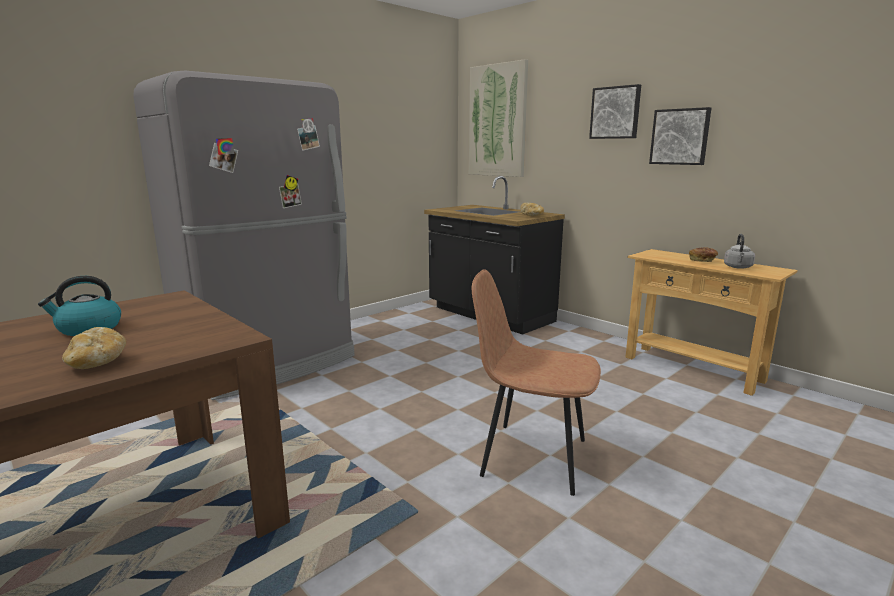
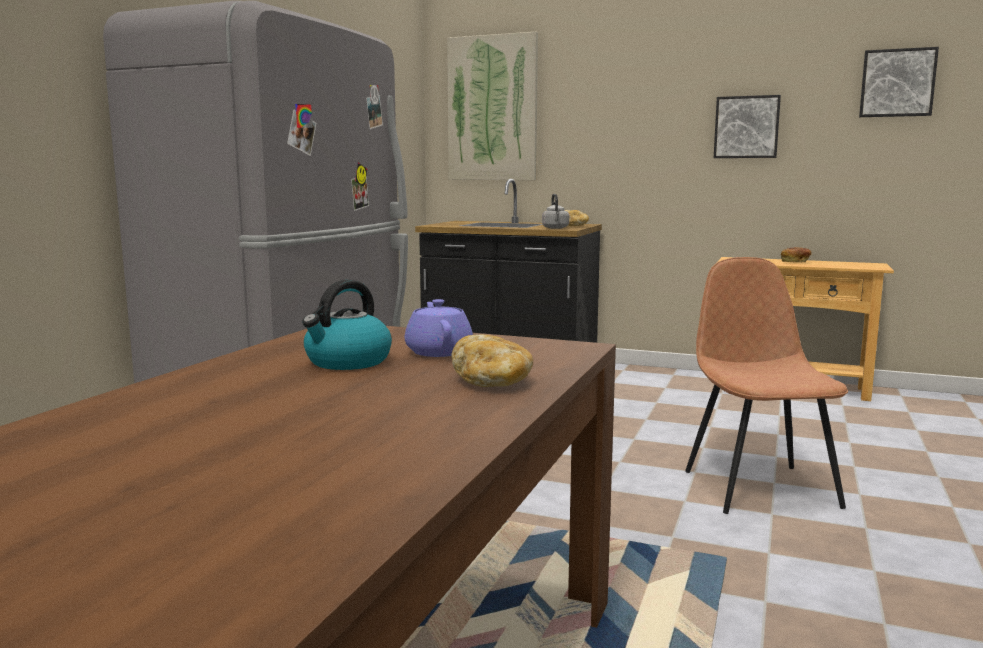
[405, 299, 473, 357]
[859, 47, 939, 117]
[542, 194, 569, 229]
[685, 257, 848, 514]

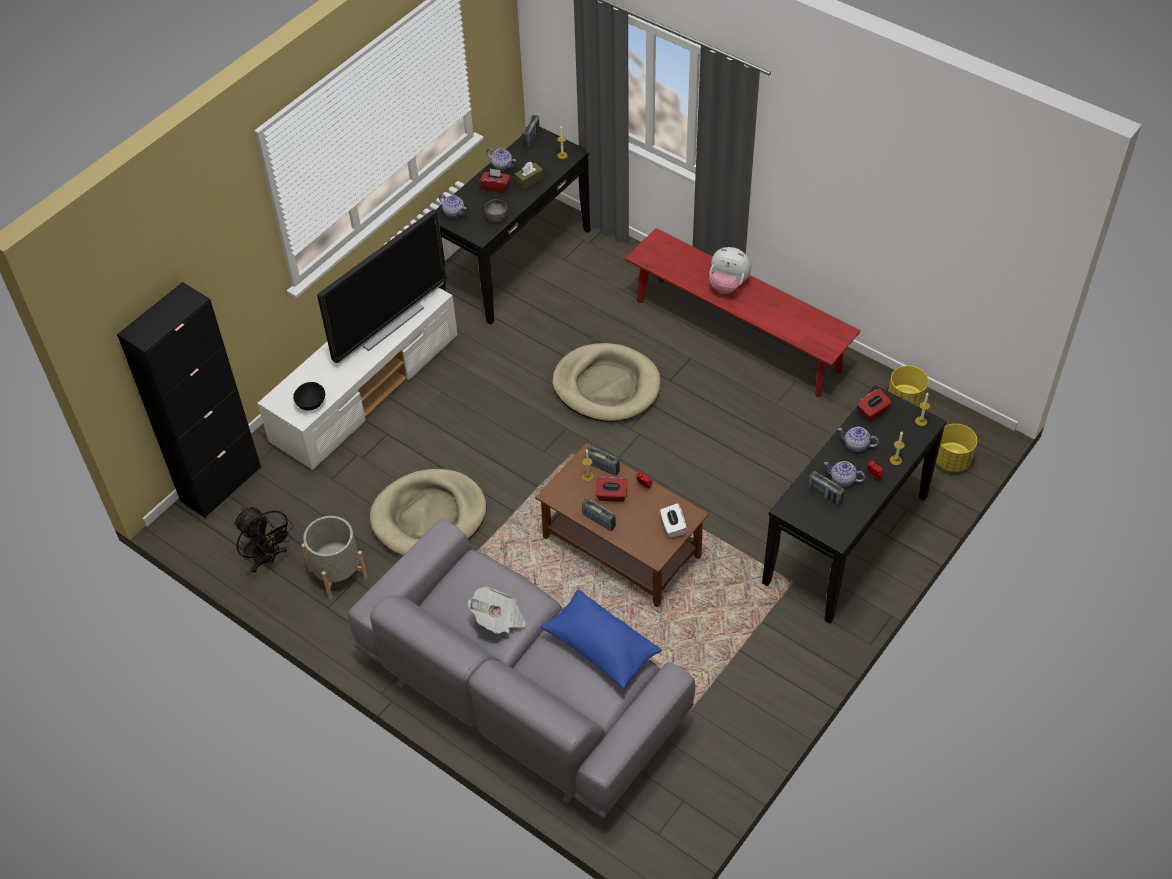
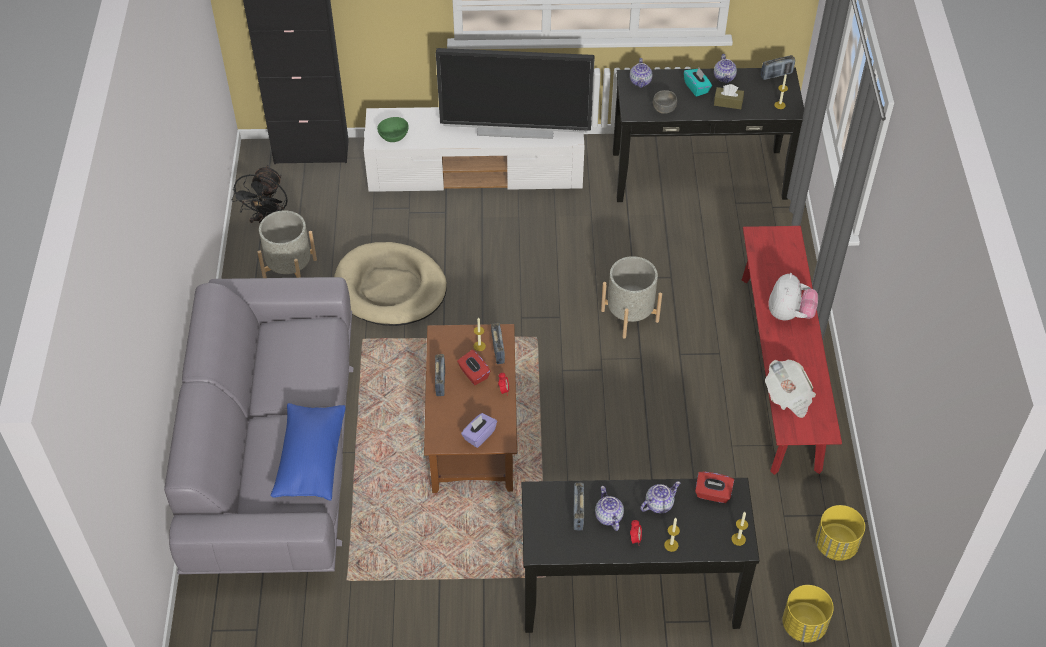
[765, 360, 816, 418]
[601, 256, 662, 339]
[377, 117, 409, 142]
[684, 68, 712, 97]
[461, 413, 497, 448]
[768, 273, 818, 320]
[640, 481, 680, 513]

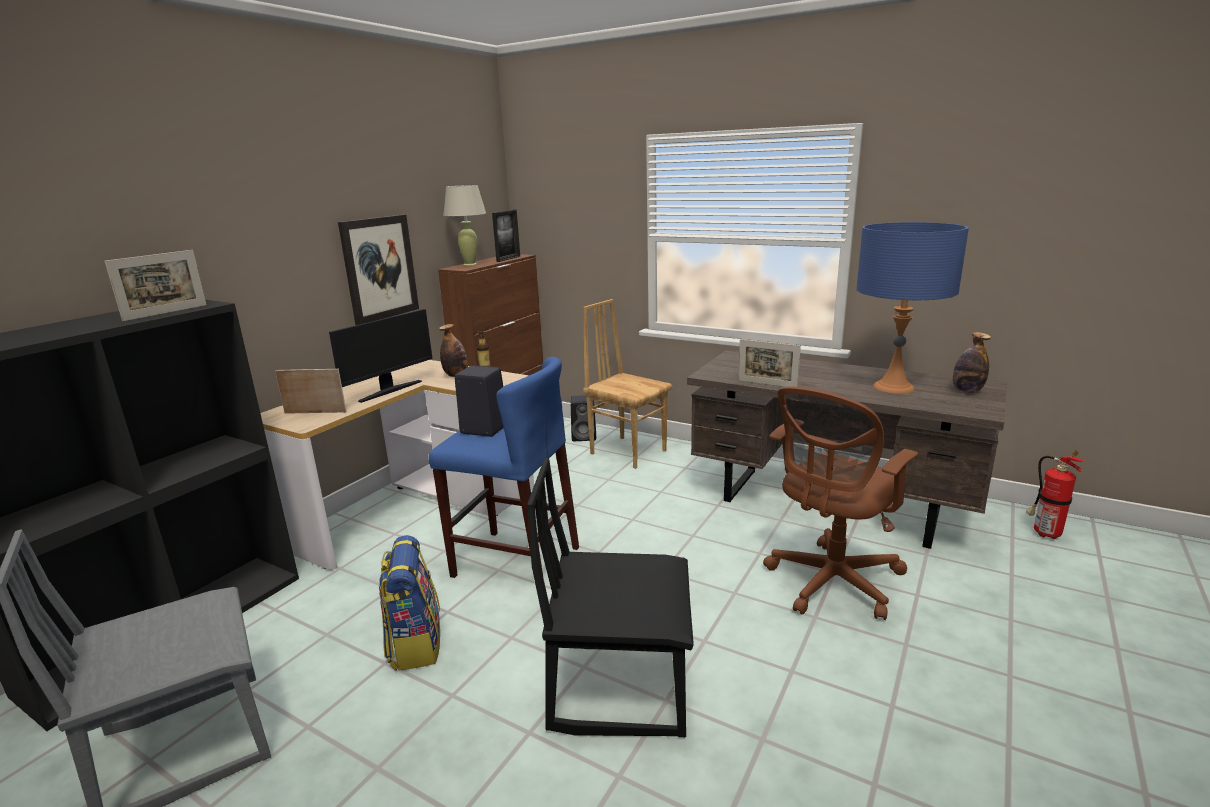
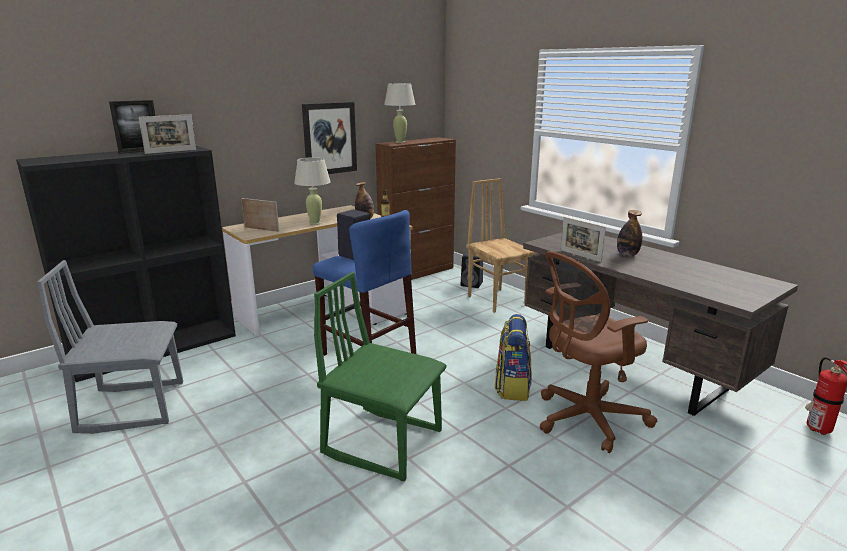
[856, 222, 969, 394] (first image)
[495, 314, 532, 401]
[109, 100, 155, 154]
[617, 210, 642, 256]
[294, 157, 331, 225]
[314, 272, 447, 482]

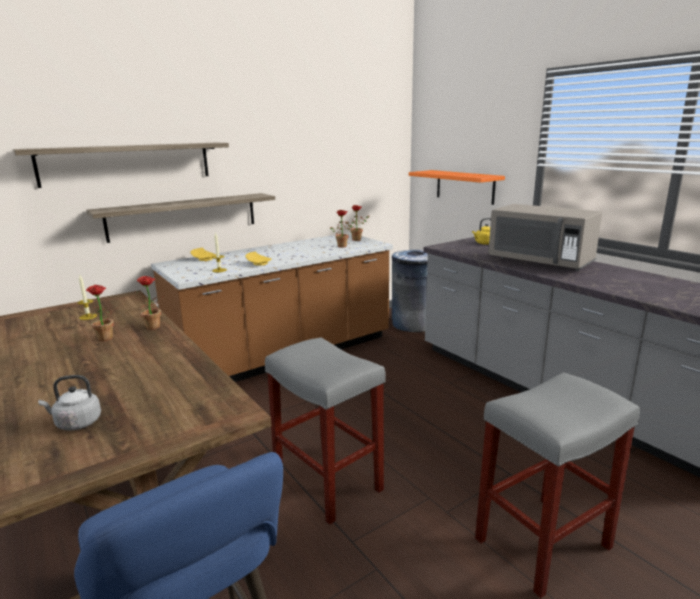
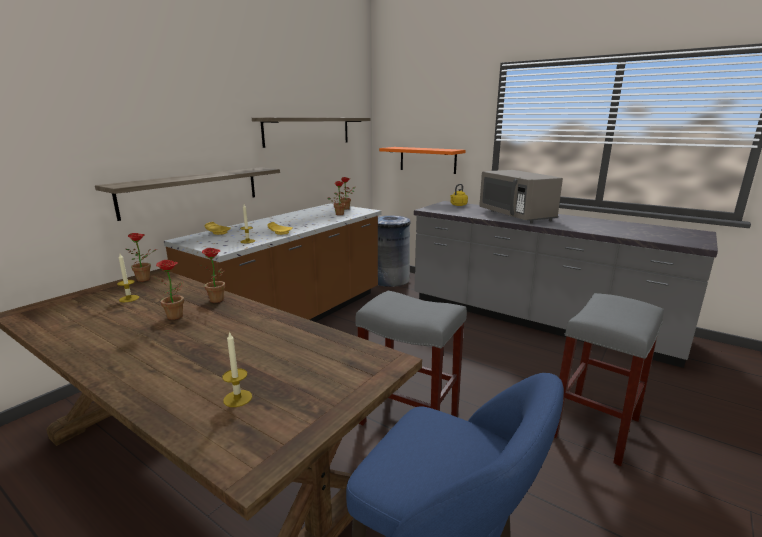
[126, 233, 157, 282]
[252, 118, 370, 148]
[222, 331, 252, 407]
[479, 170, 563, 223]

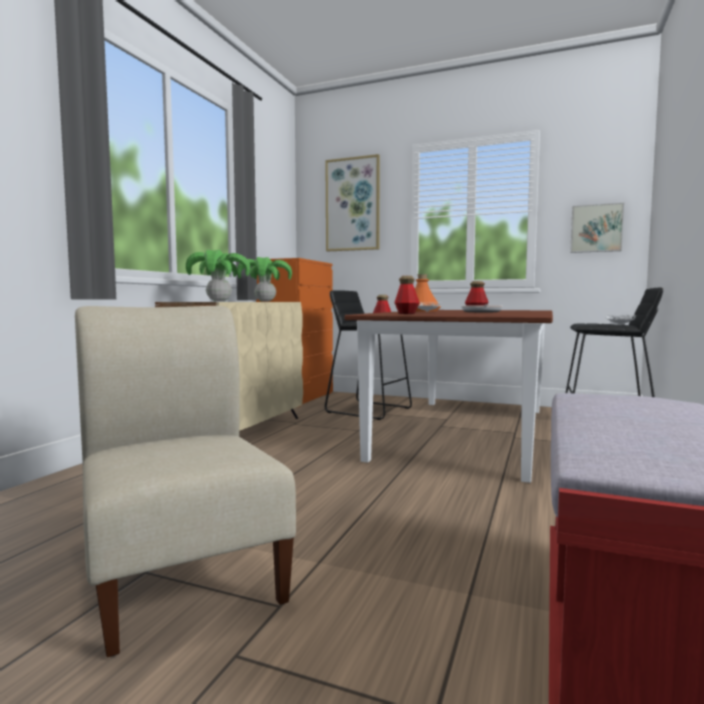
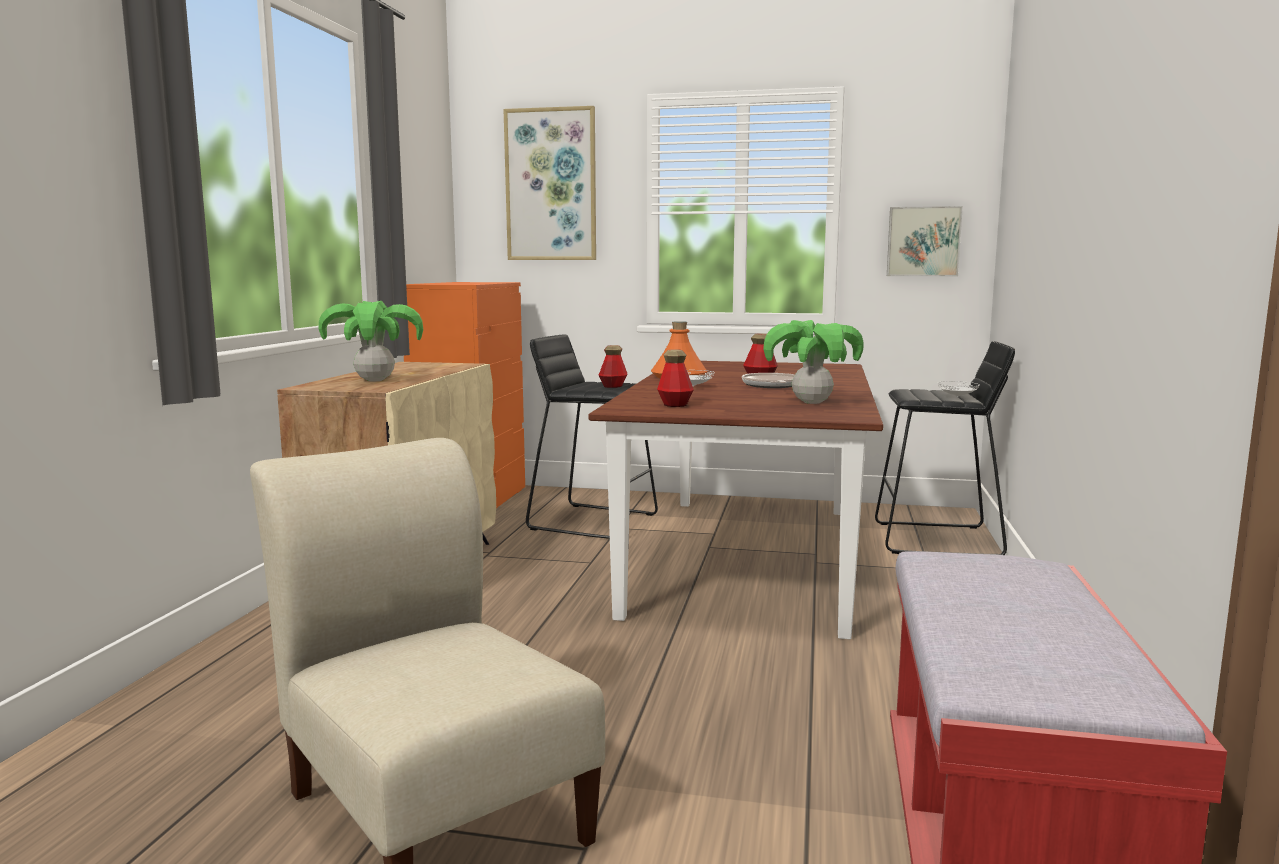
[763, 320, 863, 404]

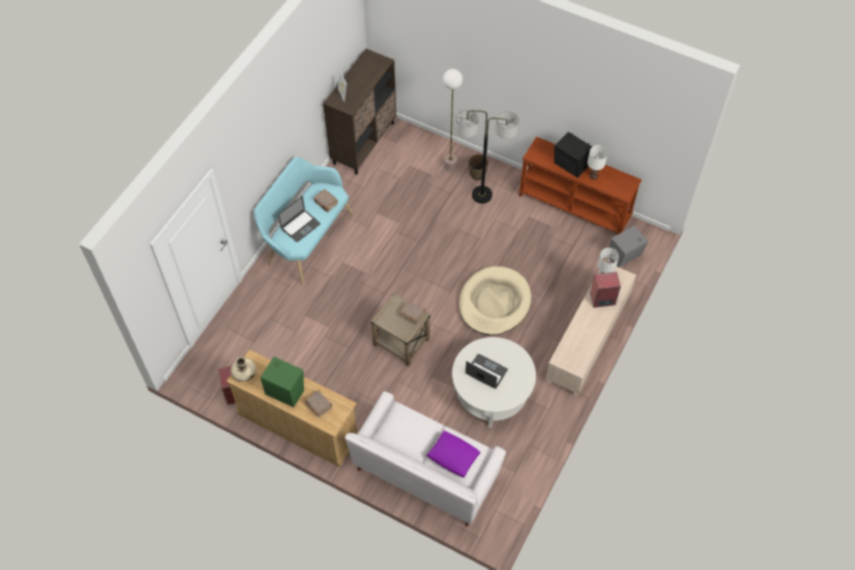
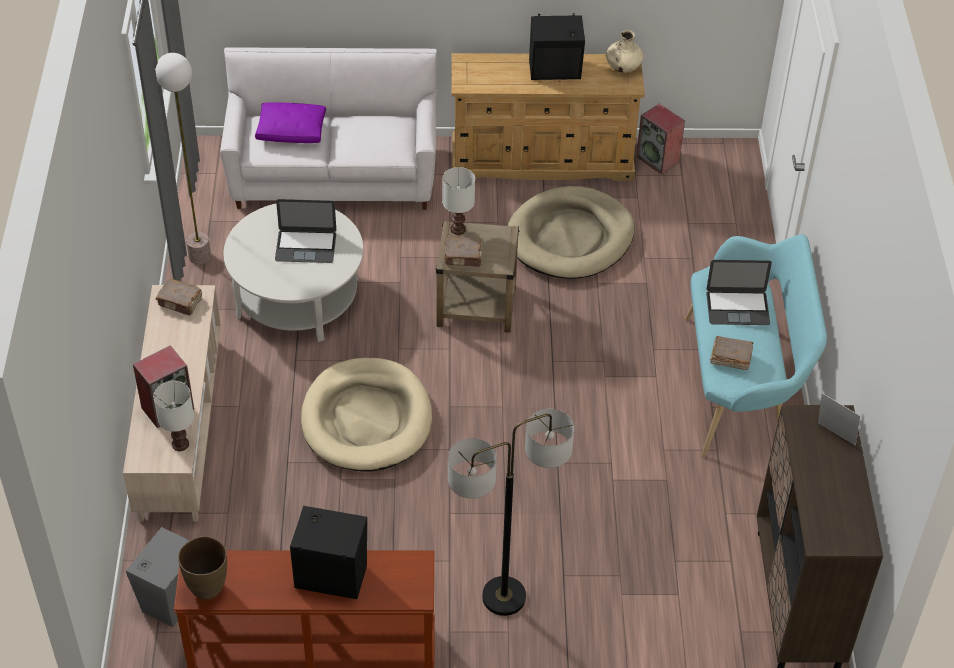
[507, 186, 635, 279]
[156, 279, 202, 316]
[155, 53, 211, 265]
[178, 536, 227, 600]
[442, 167, 475, 235]
[529, 13, 585, 80]
[706, 260, 772, 325]

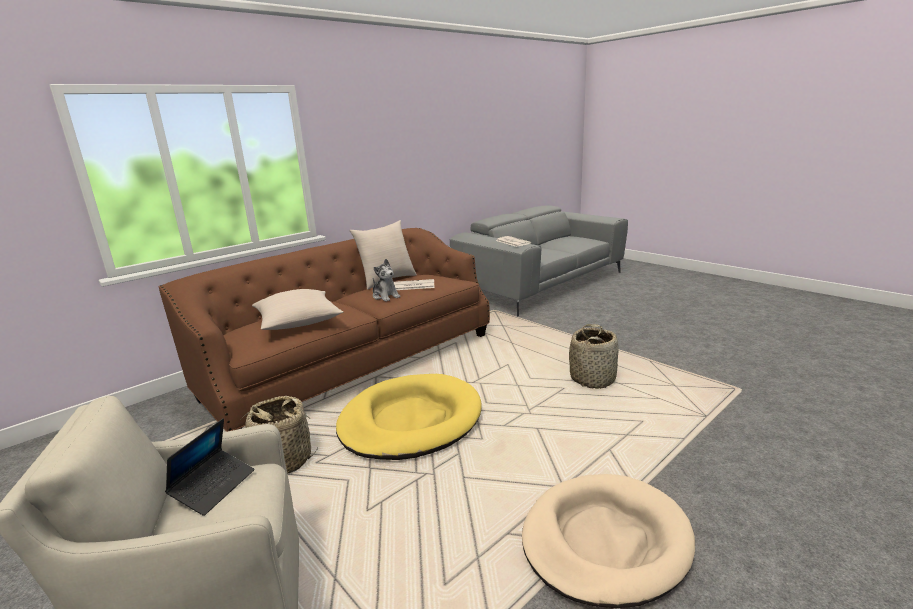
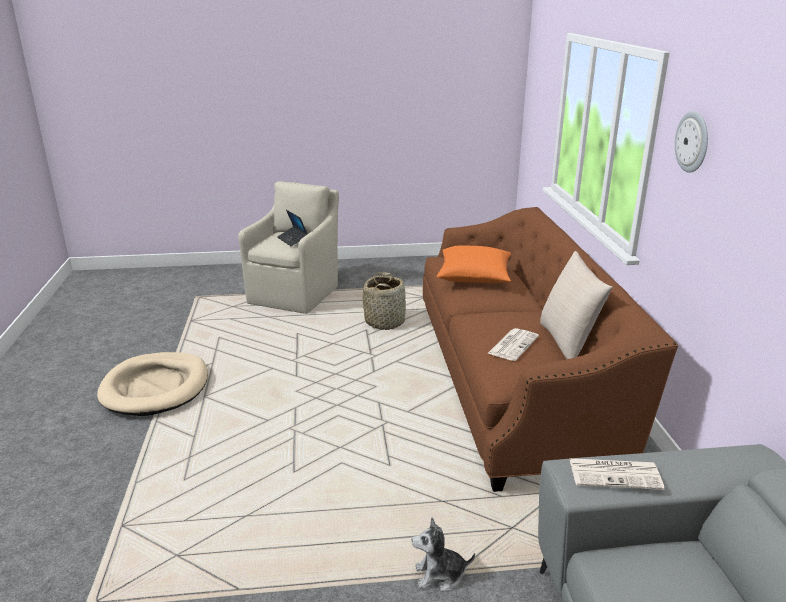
[336, 374, 482, 460] (first image)
[569, 324, 619, 389] (first image)
[675, 111, 708, 173]
[412, 518, 475, 592]
[436, 246, 511, 283]

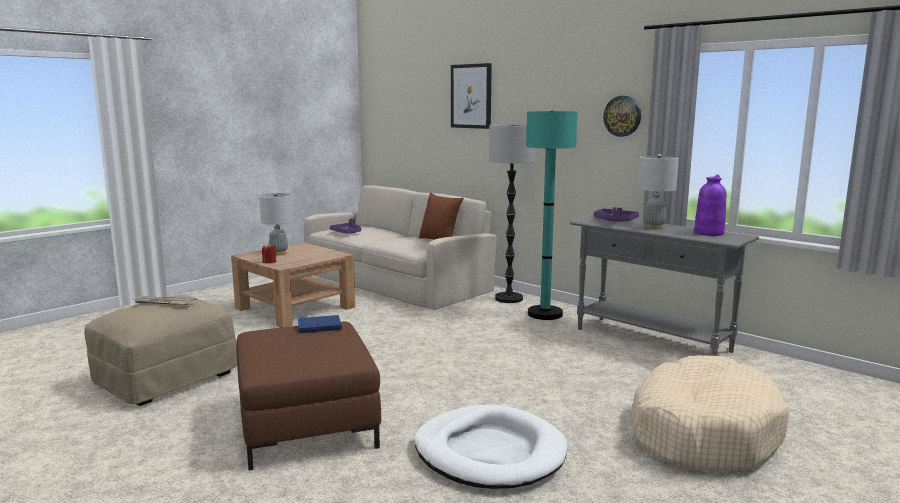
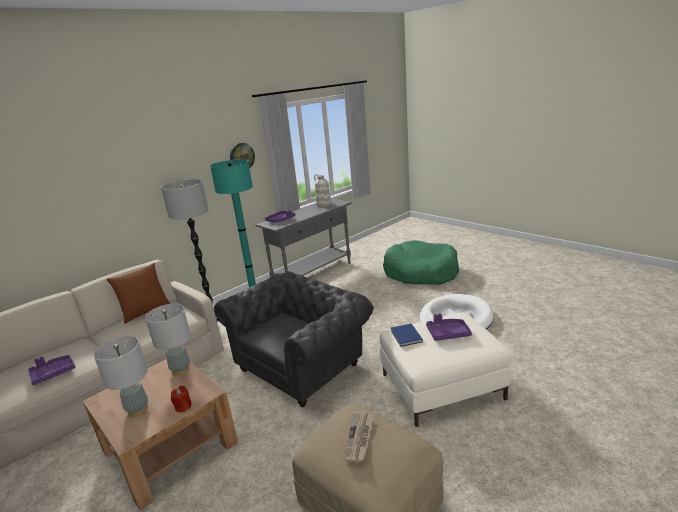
[451, 63, 492, 129] (first image)
[214, 271, 374, 407]
[426, 314, 472, 341]
[145, 304, 191, 375]
[380, 312, 512, 427]
[383, 240, 459, 285]
[314, 174, 331, 207]

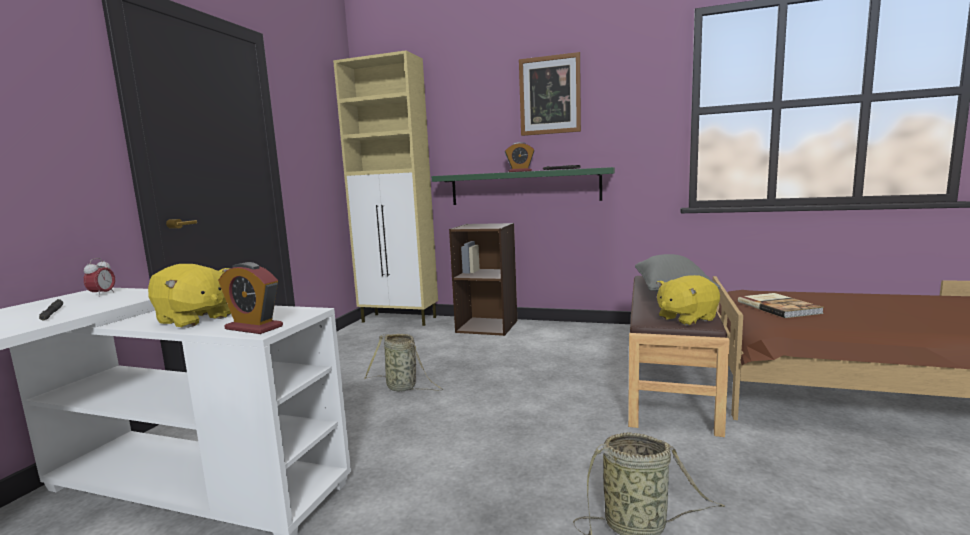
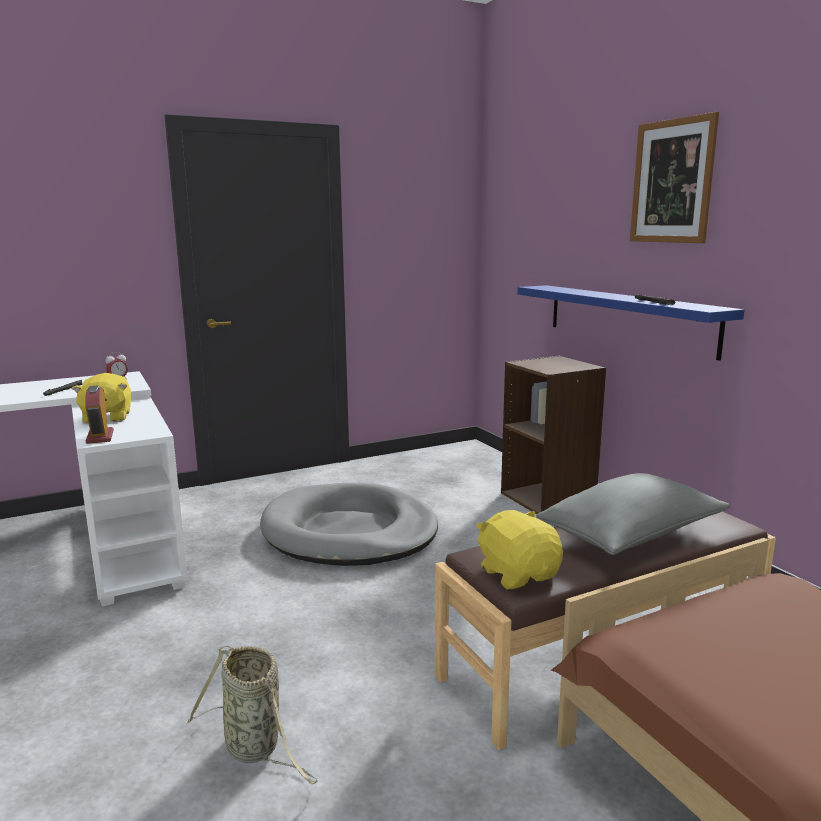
[333, 50, 438, 326] (first image)
[505, 142, 534, 172] (first image)
[738, 293, 824, 318] (first image)
[260, 483, 438, 566]
[517, 285, 744, 361]
[476, 510, 563, 589]

